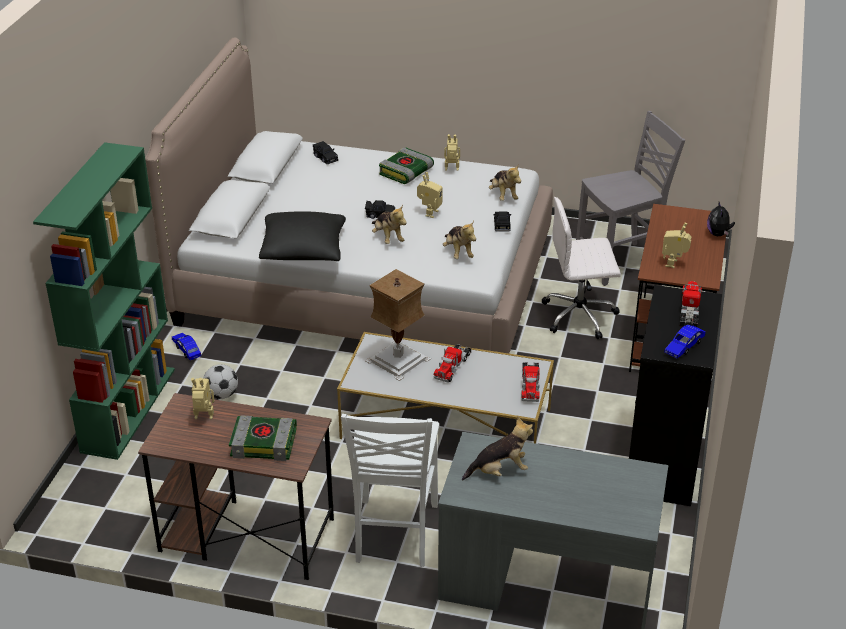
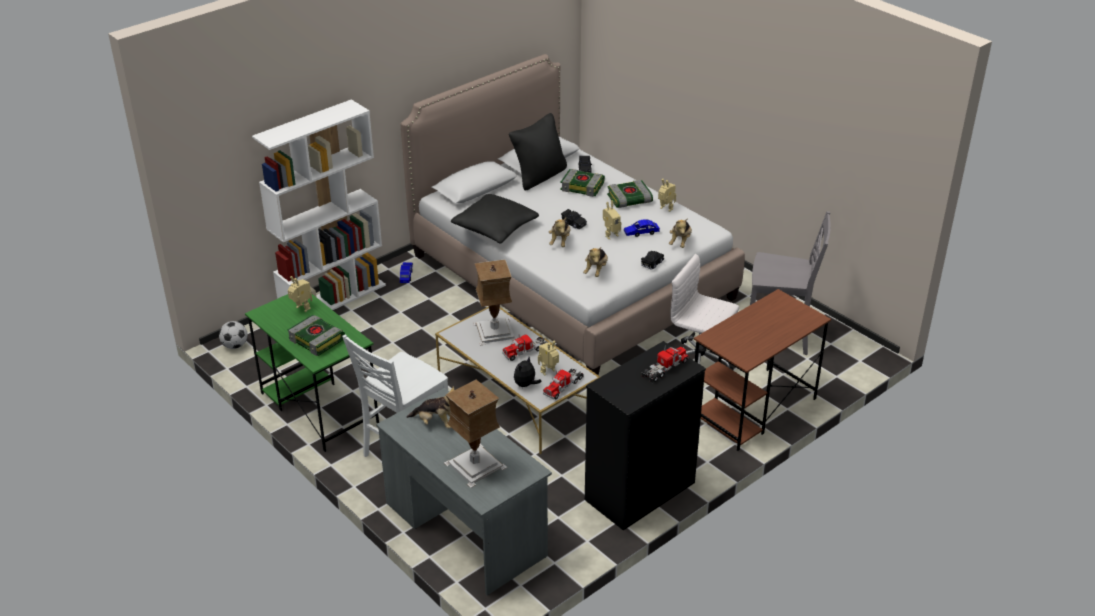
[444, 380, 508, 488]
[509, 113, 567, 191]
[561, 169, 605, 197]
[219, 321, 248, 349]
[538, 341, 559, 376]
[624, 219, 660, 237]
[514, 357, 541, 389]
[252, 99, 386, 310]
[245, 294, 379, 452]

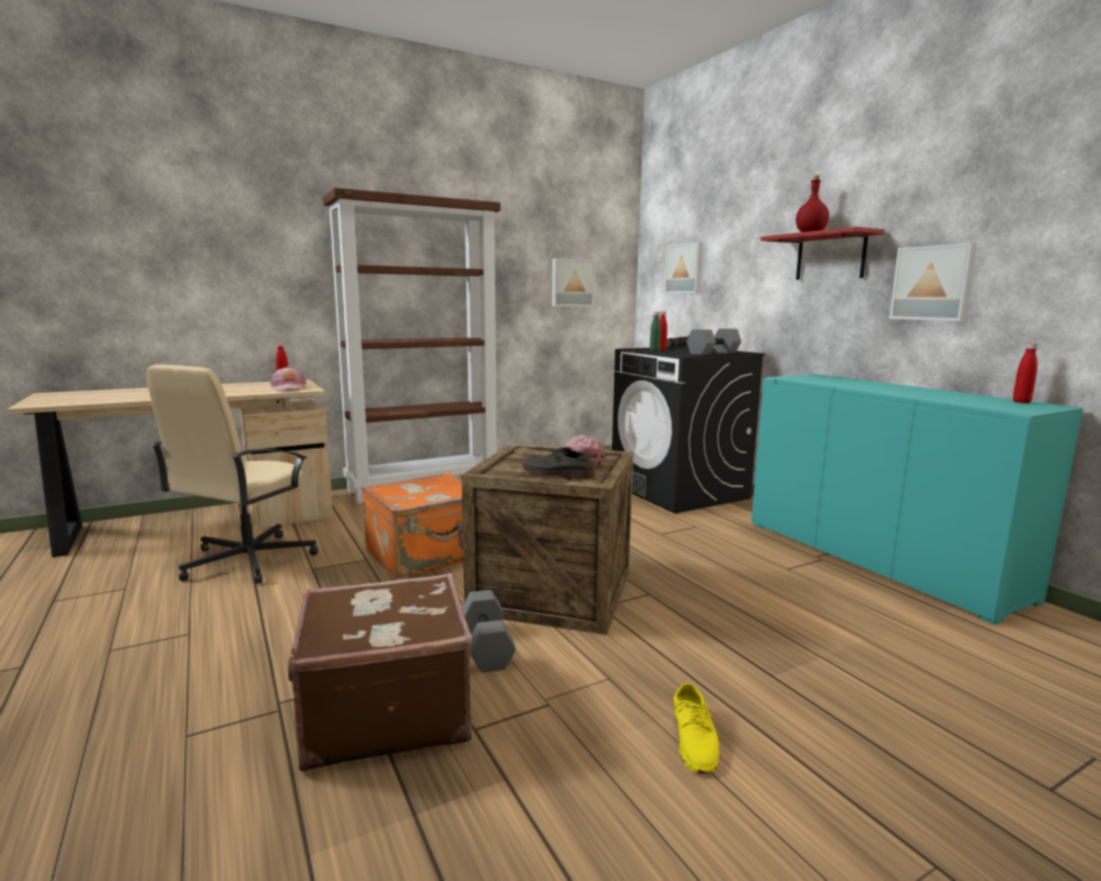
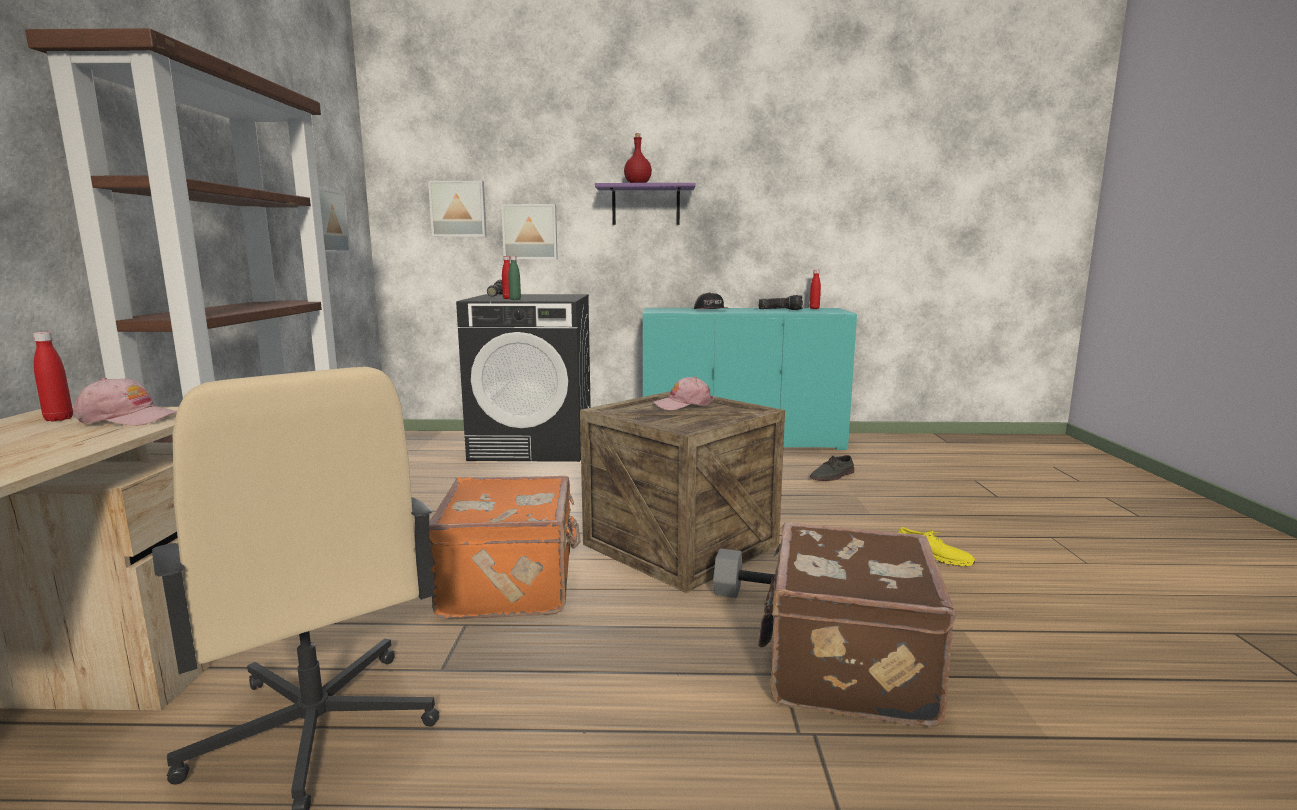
[687, 328, 741, 355] (first image)
[694, 292, 727, 309]
[758, 295, 803, 310]
[810, 455, 854, 481]
[501, 204, 558, 259]
[595, 183, 696, 225]

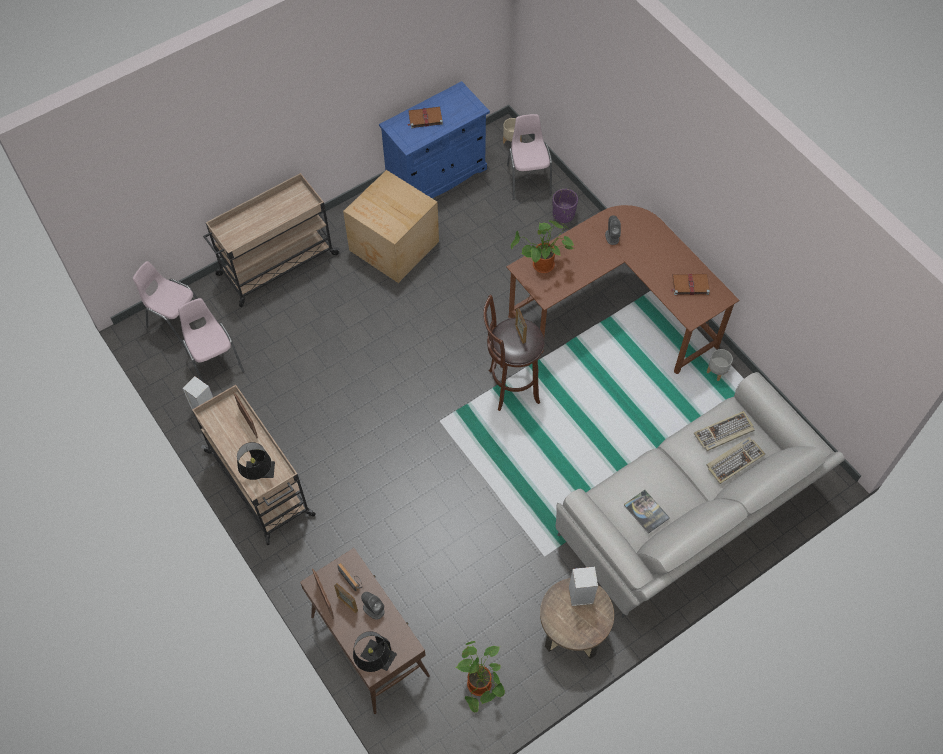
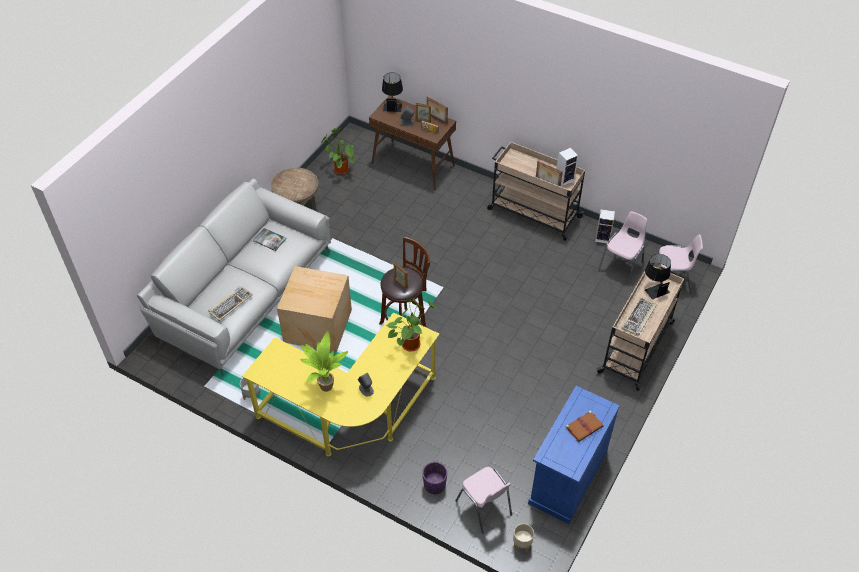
[671, 274, 710, 295] (first image)
[300, 331, 348, 392]
[645, 254, 671, 299]
[277, 266, 352, 353]
[556, 148, 578, 186]
[622, 297, 657, 335]
[242, 312, 440, 457]
[598, 211, 647, 286]

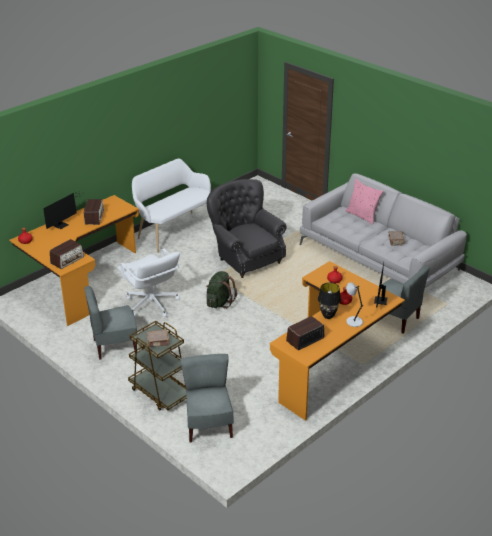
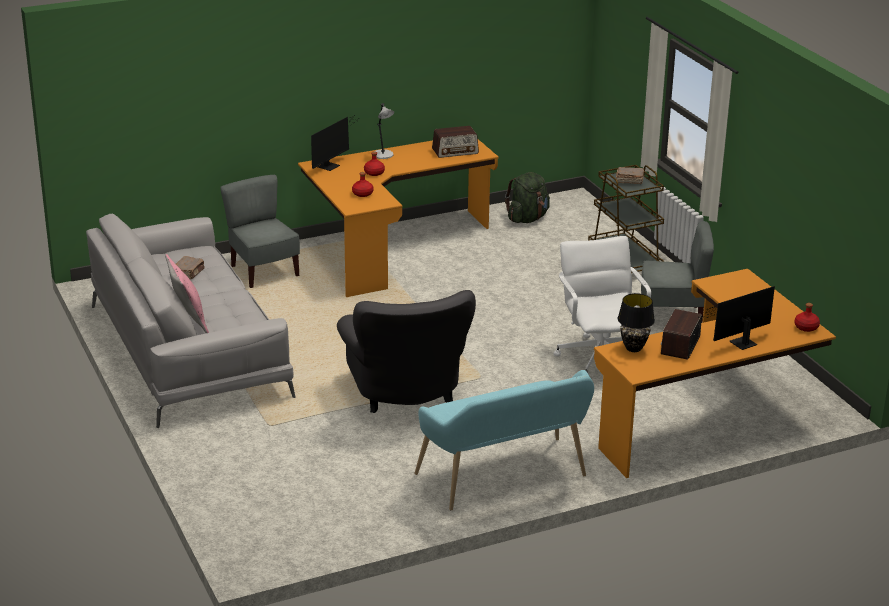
[50, 239, 84, 269] (first image)
[180, 354, 233, 442] (first image)
[505, 172, 550, 223]
[618, 293, 655, 352]
[414, 370, 594, 510]

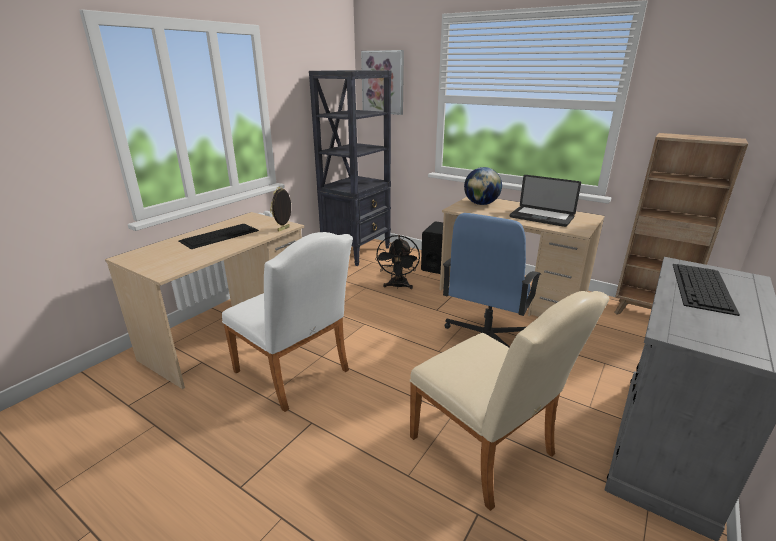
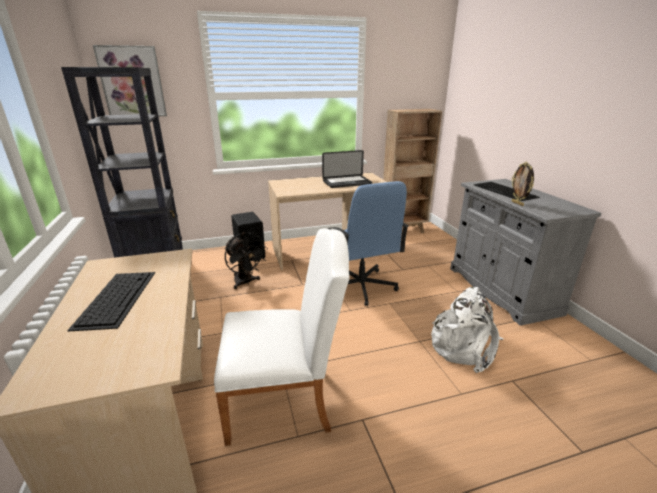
[464, 167, 502, 205] (first image)
[512, 162, 534, 206]
[431, 287, 504, 373]

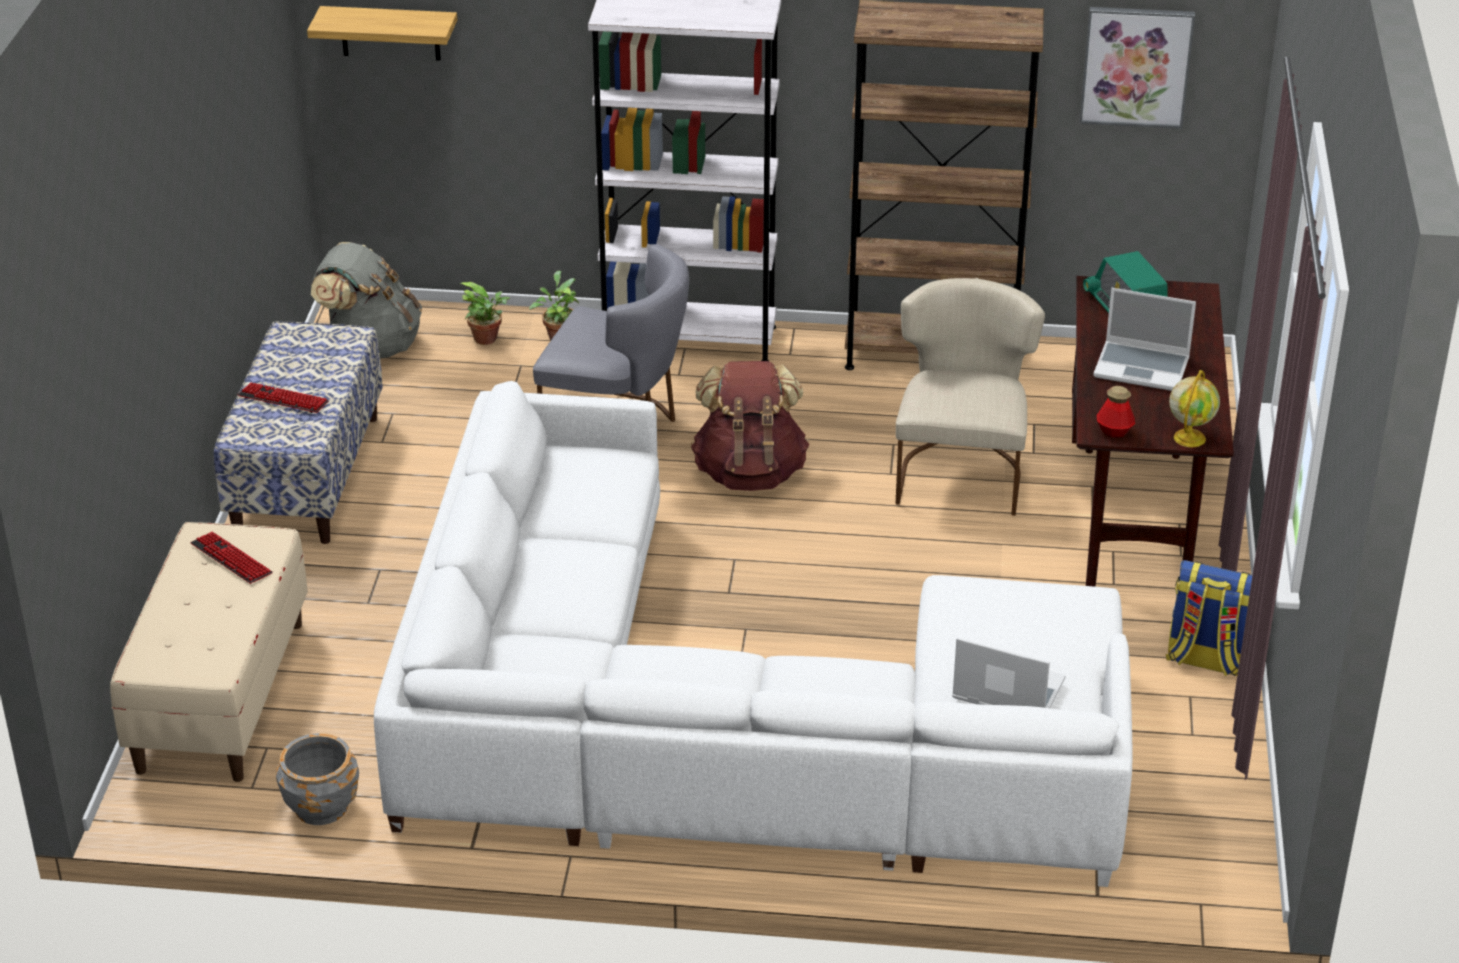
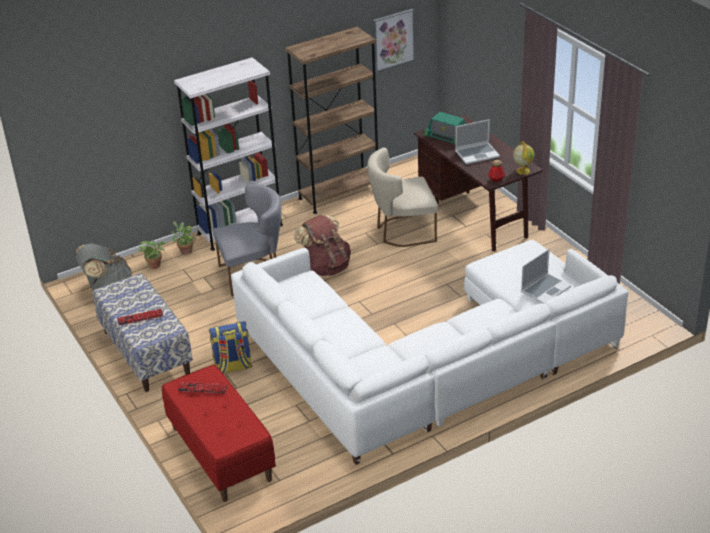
[276, 733, 359, 825] (first image)
[307, 6, 457, 61] (first image)
[209, 321, 252, 375]
[162, 365, 276, 502]
[367, 148, 438, 247]
[521, 249, 571, 304]

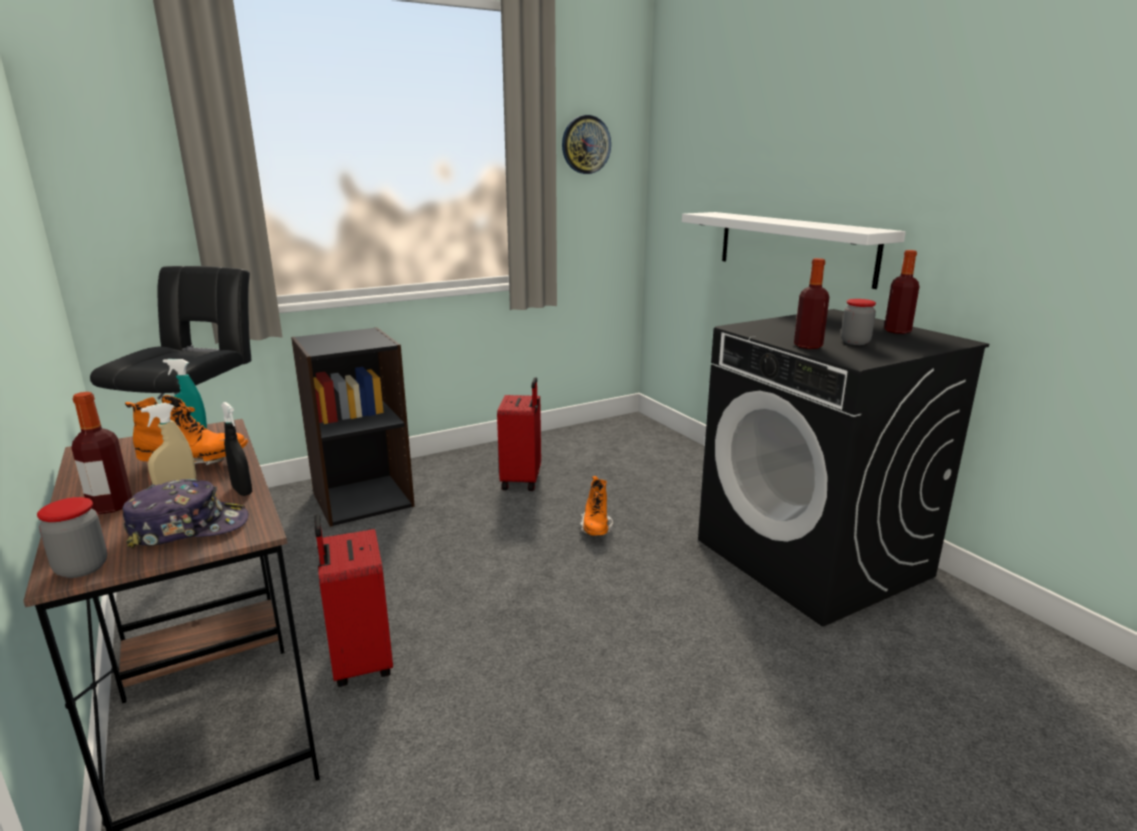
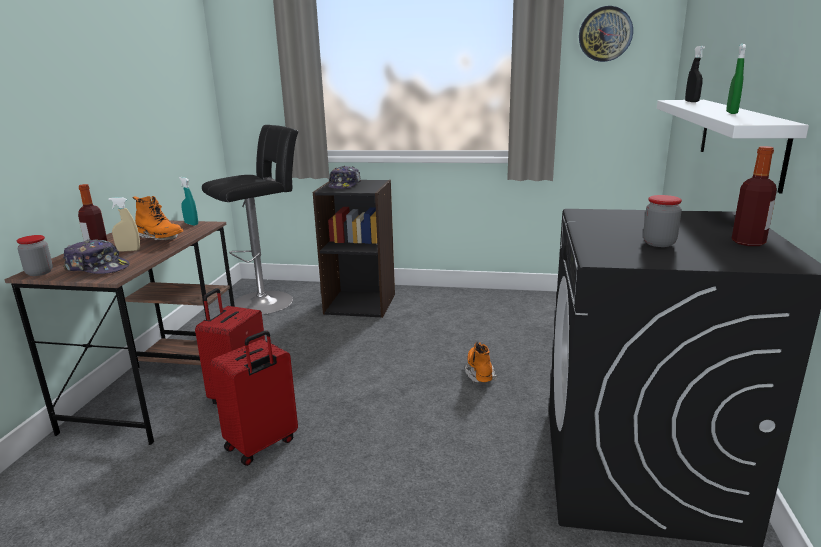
[794, 258, 829, 349] (first image)
[328, 166, 361, 189]
[726, 44, 746, 114]
[685, 46, 705, 102]
[210, 331, 298, 466]
[465, 342, 497, 382]

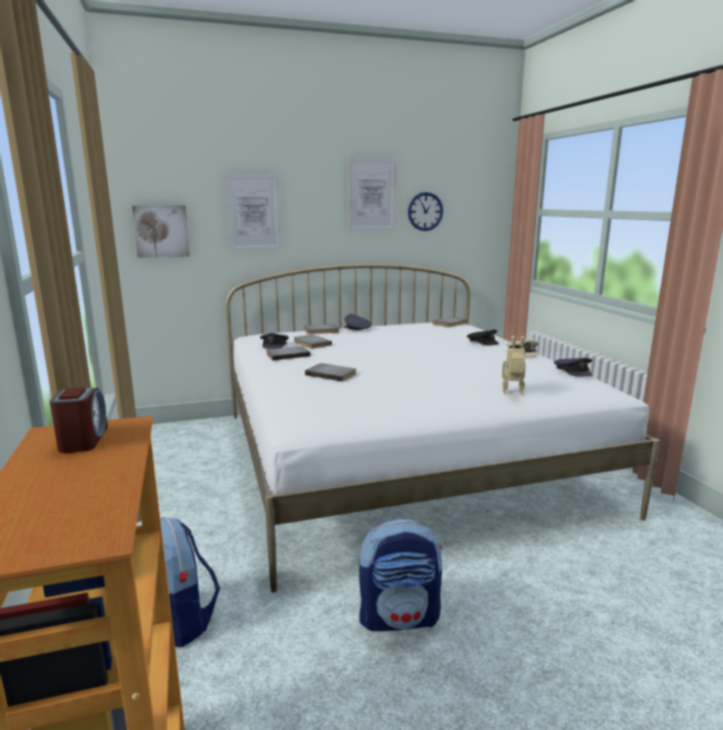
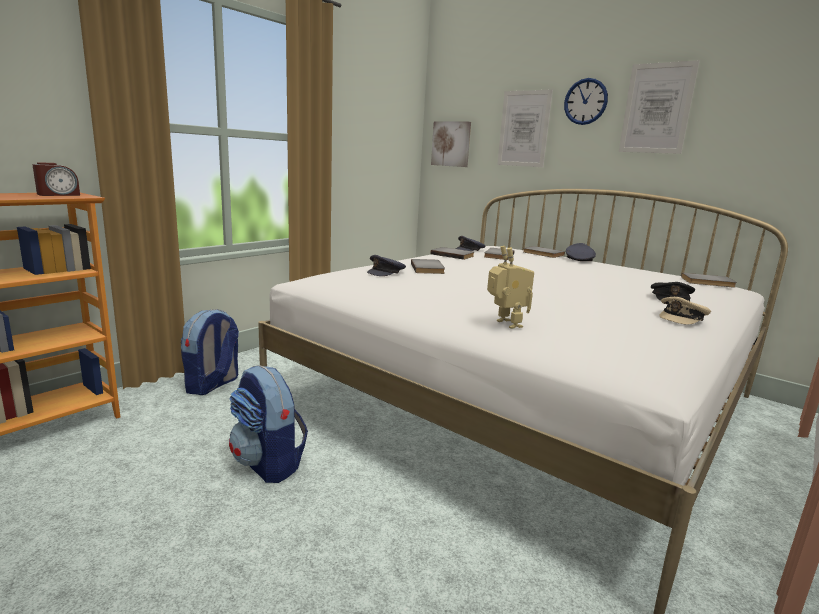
[564, 78, 608, 125]
[367, 255, 406, 276]

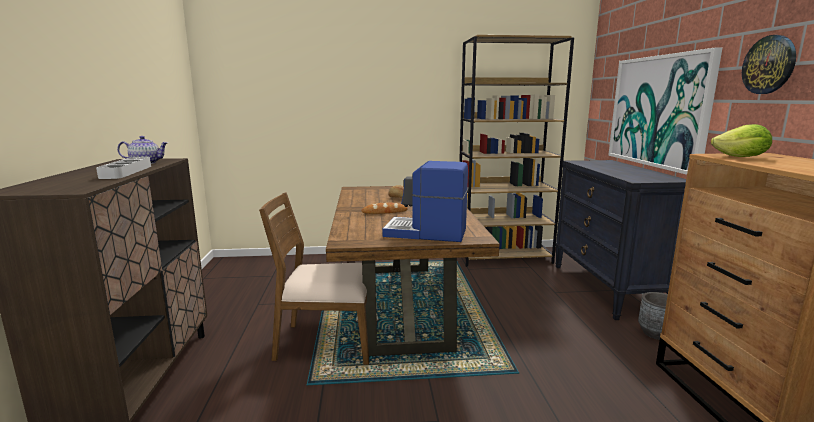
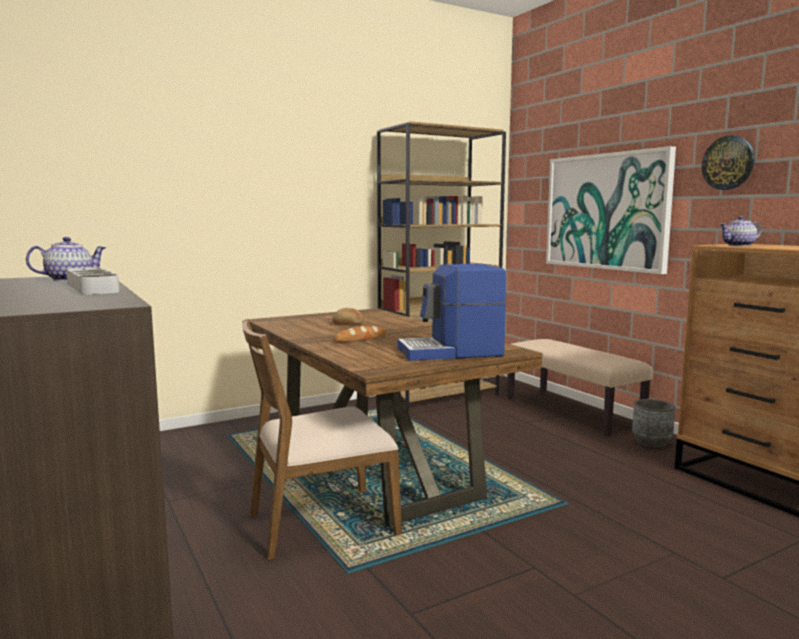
[507, 339, 653, 436]
[719, 216, 762, 246]

